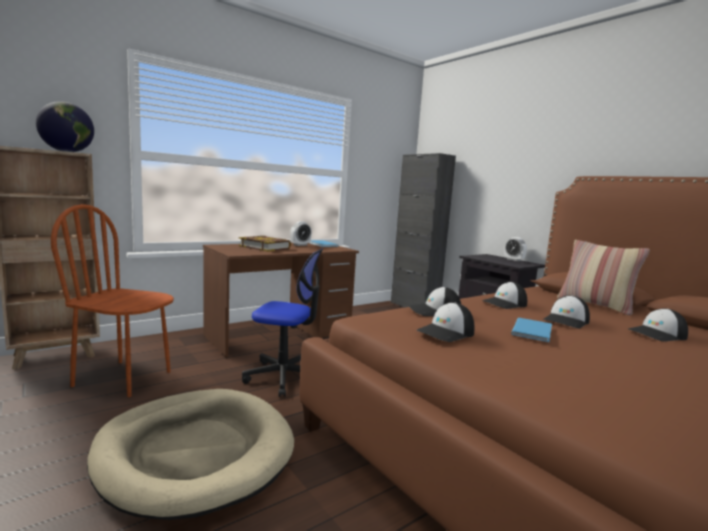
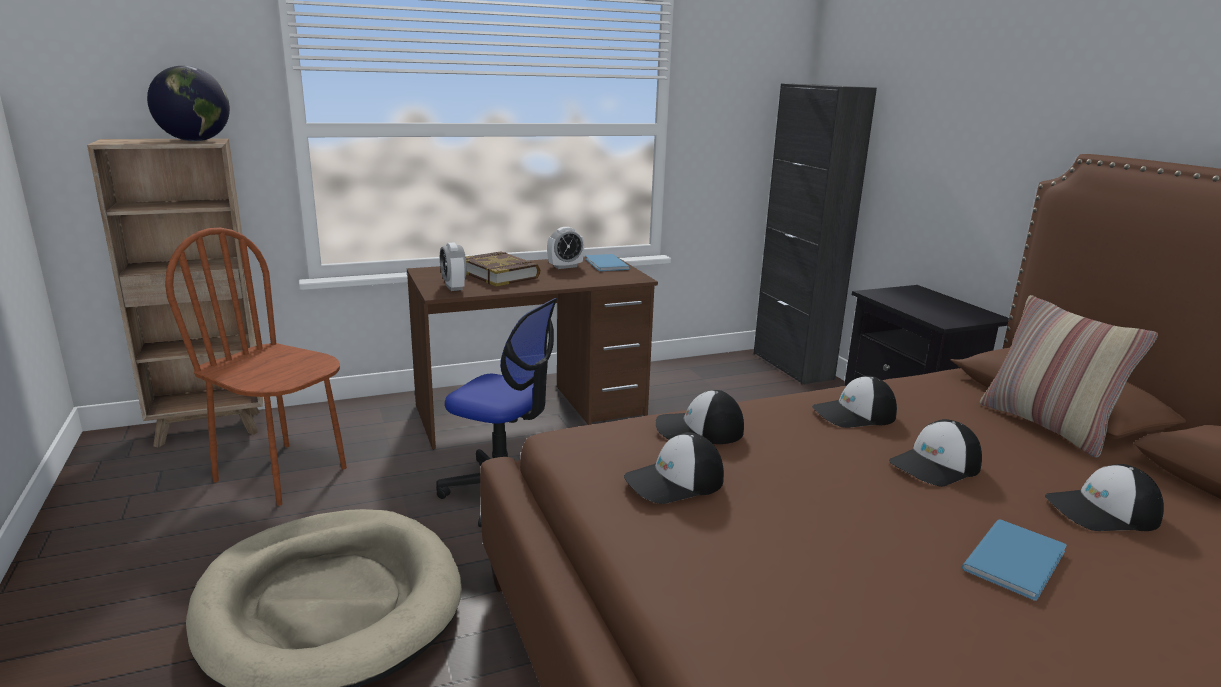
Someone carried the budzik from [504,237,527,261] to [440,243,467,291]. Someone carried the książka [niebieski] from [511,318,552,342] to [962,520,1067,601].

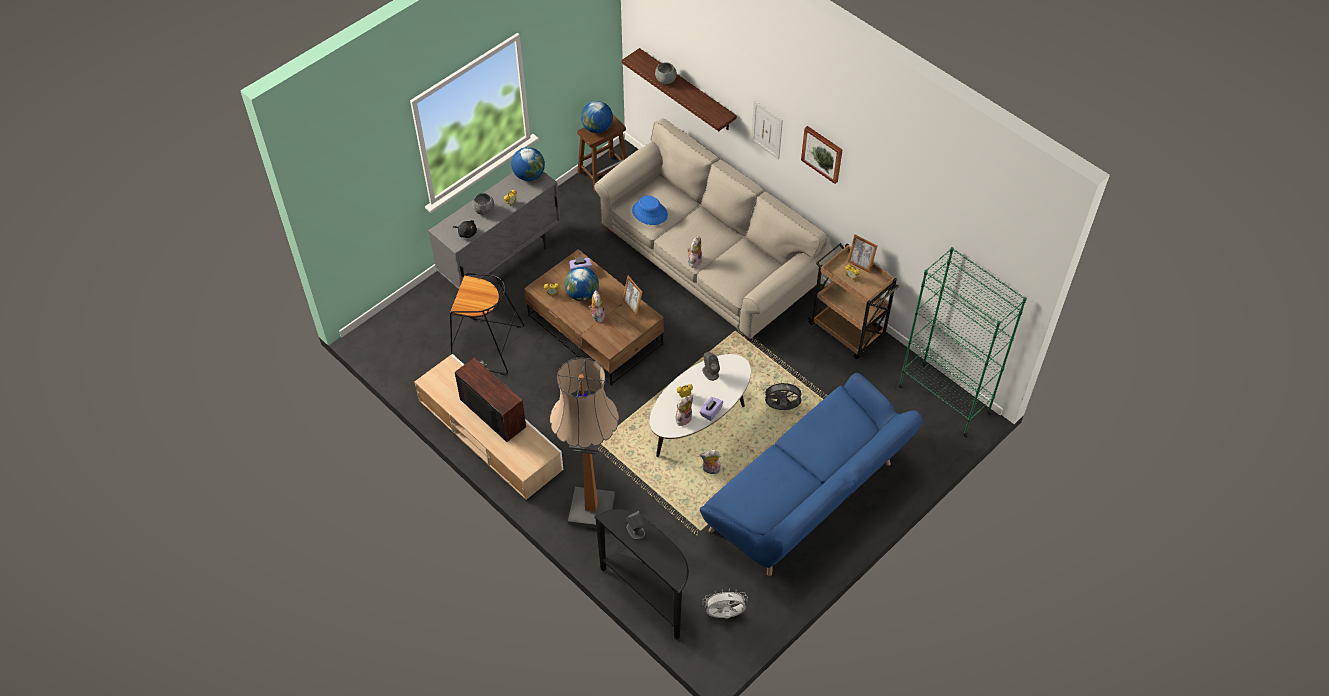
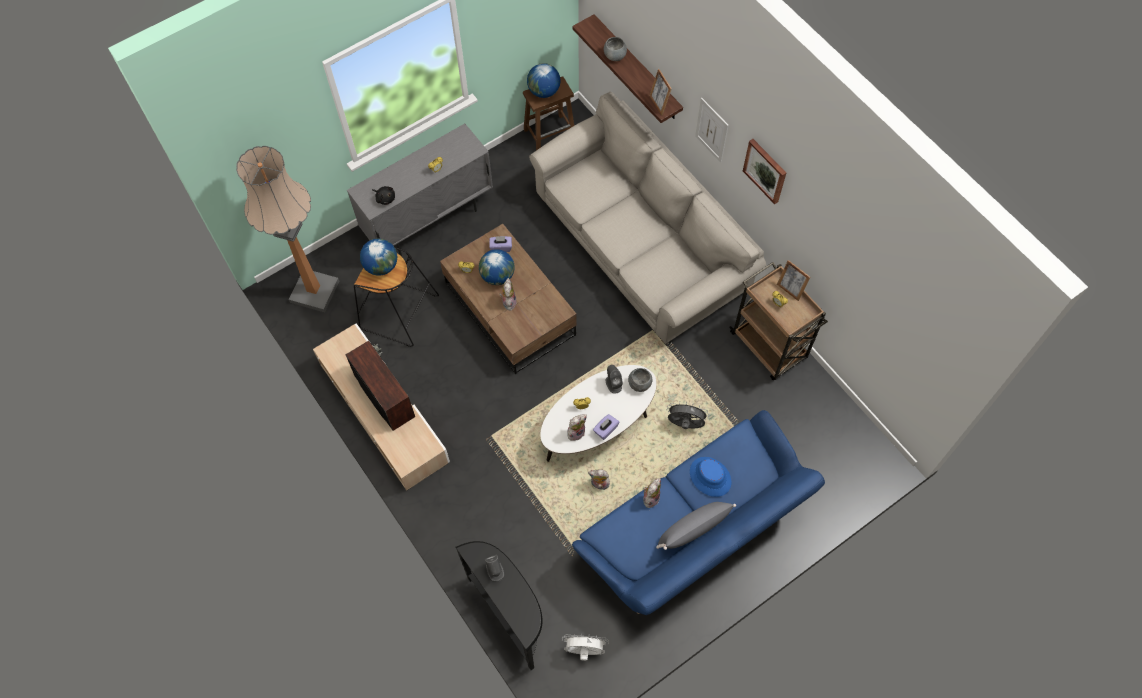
Someone carried the globus from [511,147,545,181] to [360,238,397,276]. Someone carried the miska [szary] from [472,193,494,215] to [628,368,653,392]. Someone carried the kapelusz [niebieski] from [632,196,668,225] to [690,457,731,497]. Someone carried the pluszak from [687,237,702,268] to [643,478,661,508]. Someone took away the regał [zielony] at [898,247,1027,437]. Someone carried the ramka na zdjęcie from [623,275,642,317] to [649,69,672,116]. Someone carried the lampa stojąca from [550,357,619,530] to [236,146,339,312]. Someone put down the poduszka [szary] at [656,502,736,550].

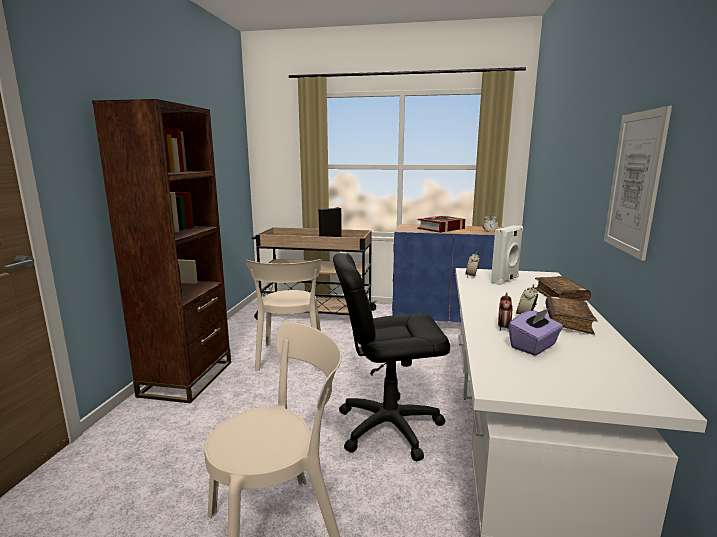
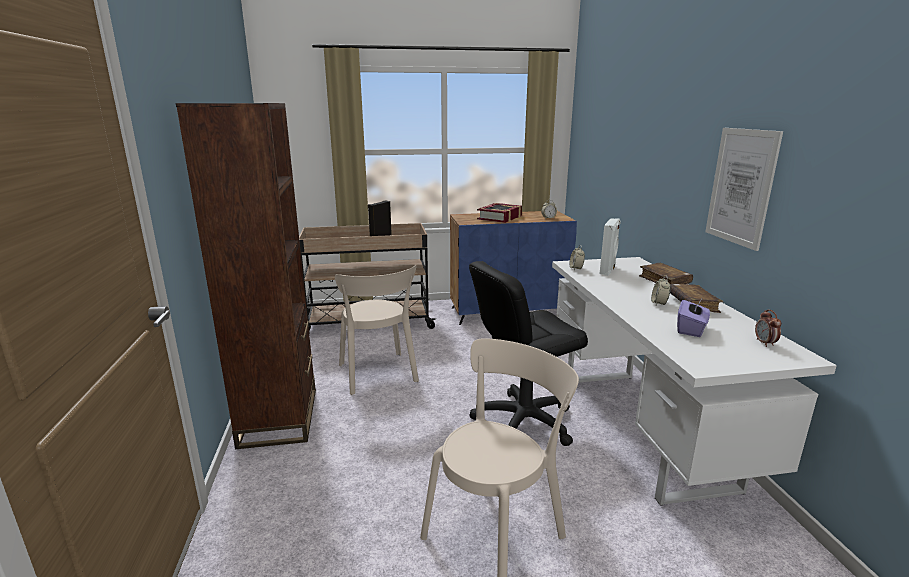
Someone carried the budzik from [498,292,512,331] to [755,309,781,347].

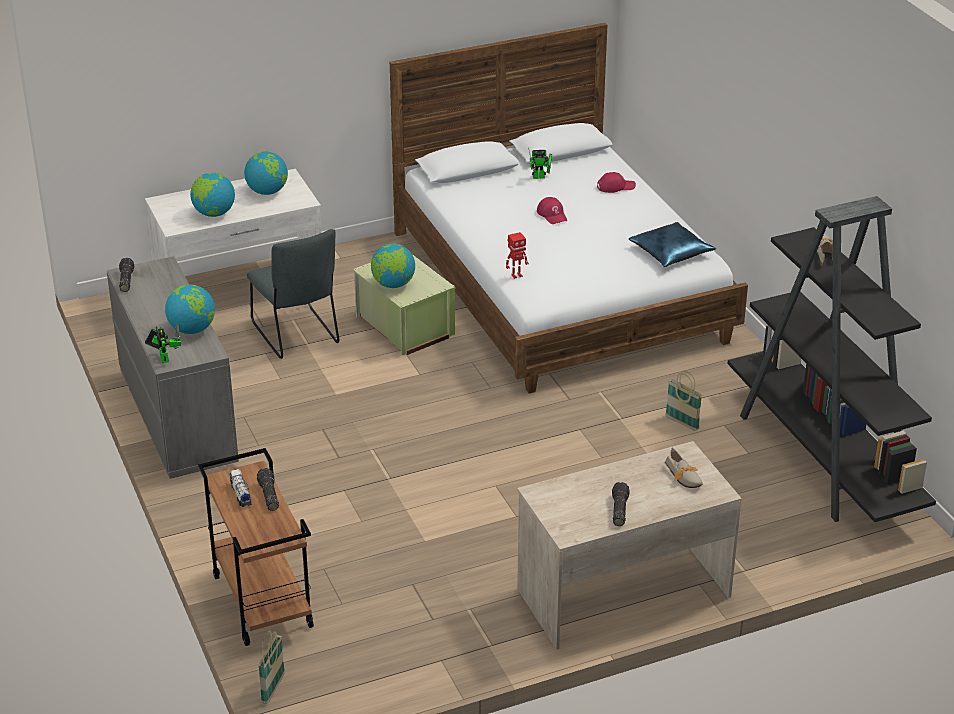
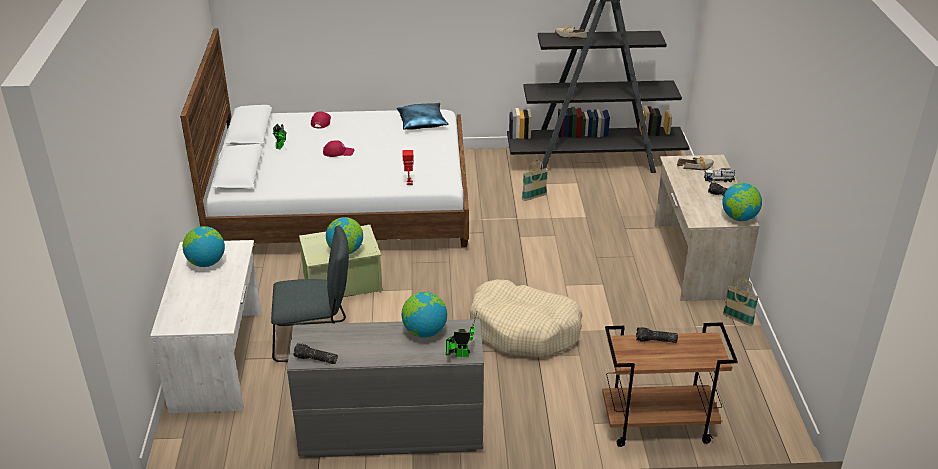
Someone carried the globus from [190,173,235,217] to [722,183,762,221]. Someone carried the ciężarówka zabawkowa from [229,469,252,507] to [704,168,735,182]. Someone carried the koszyk from [258,630,285,704] to [723,279,759,326]. Someone put down the legowisko [beżowy] at [470,280,583,358].

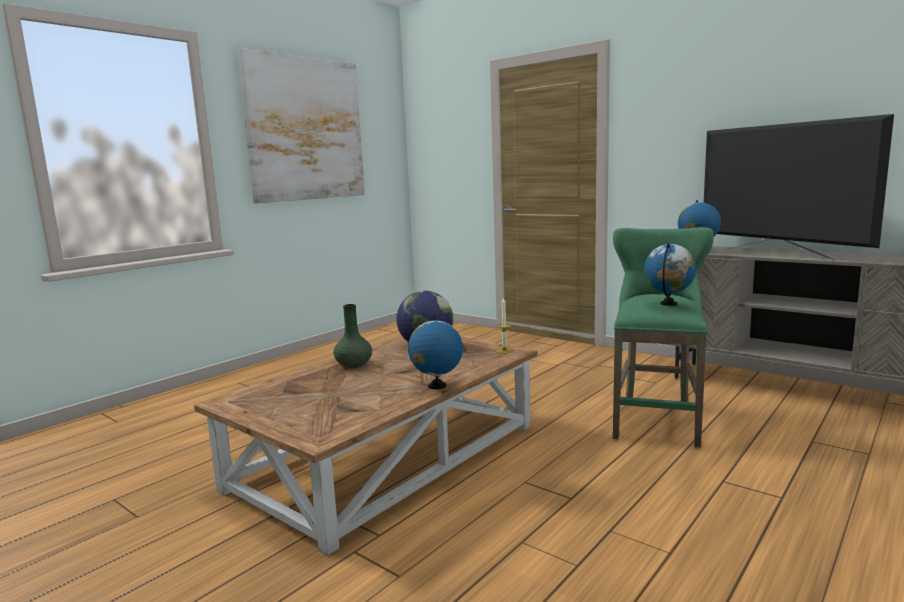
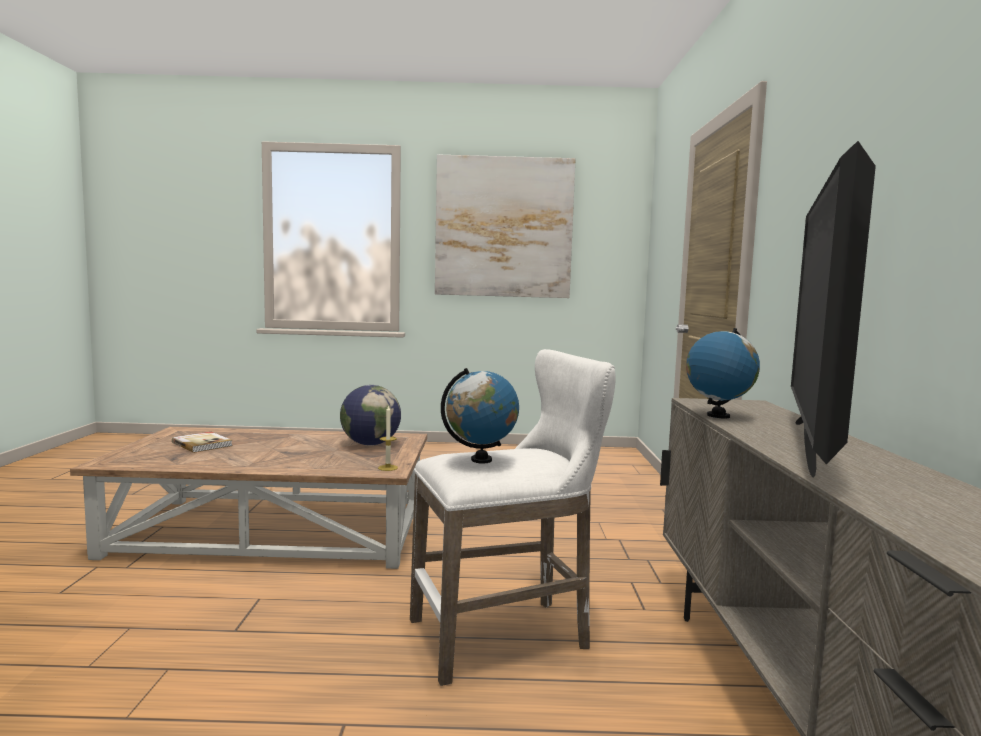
Someone repainted the stołek [zielony] at [613,227,714,448], which became the stołek [biały] at [410,349,616,686]. Someone took away the wazon [zielony] at [334,304,372,369]. Someone took away the globus at [408,316,463,389]. Someone put down the książka at [172,432,232,453].

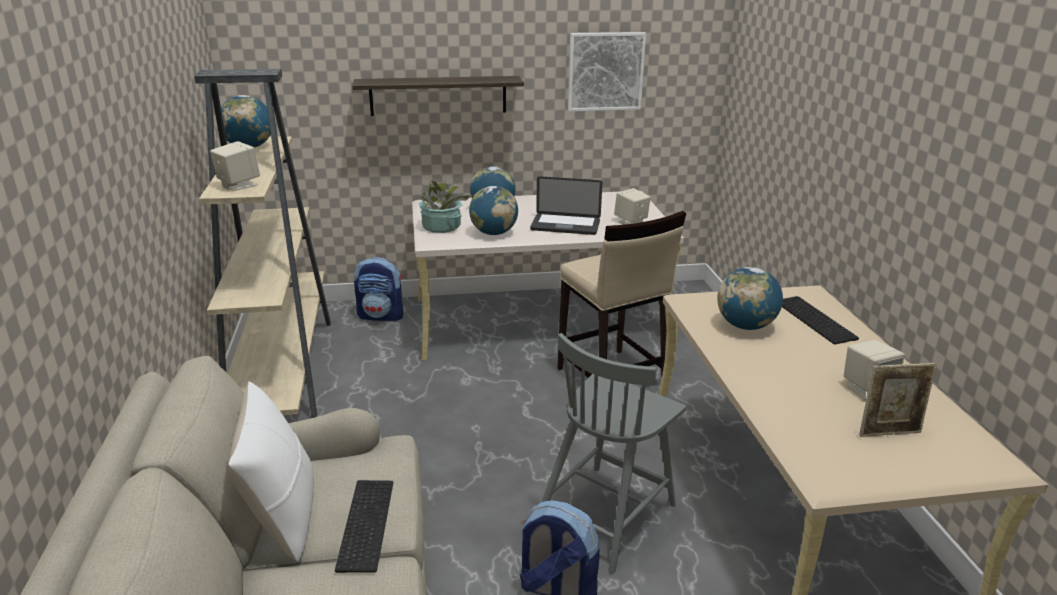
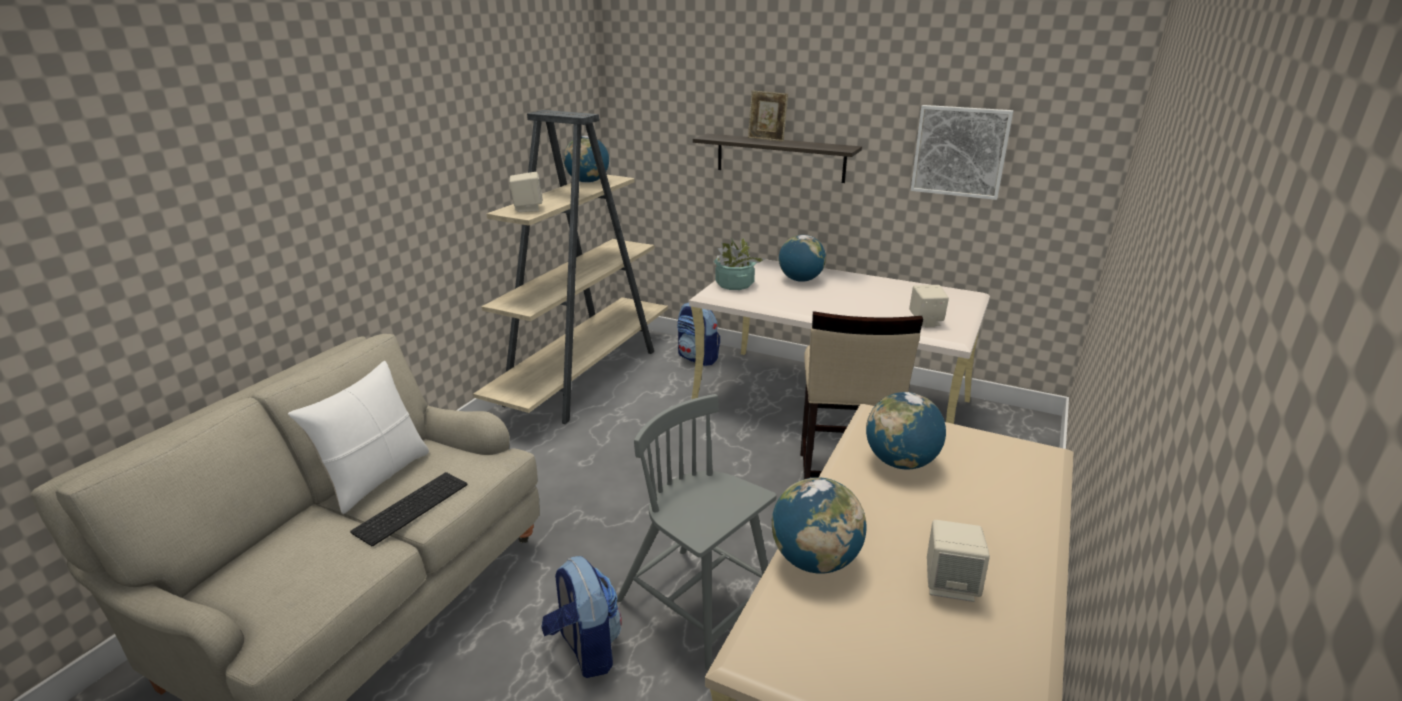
Someone took away the laptop at [530,176,602,235]. Someone carried the globus from [469,186,518,235] to [772,477,867,574]. Someone took away the klawiatura at [782,296,859,344]. Someone rotated the krzesło [szary] at [542,333,686,573] by 60 degrees clockwise. Someone carried the ramka na zdjęcie from [859,363,937,437] to [748,90,788,142].

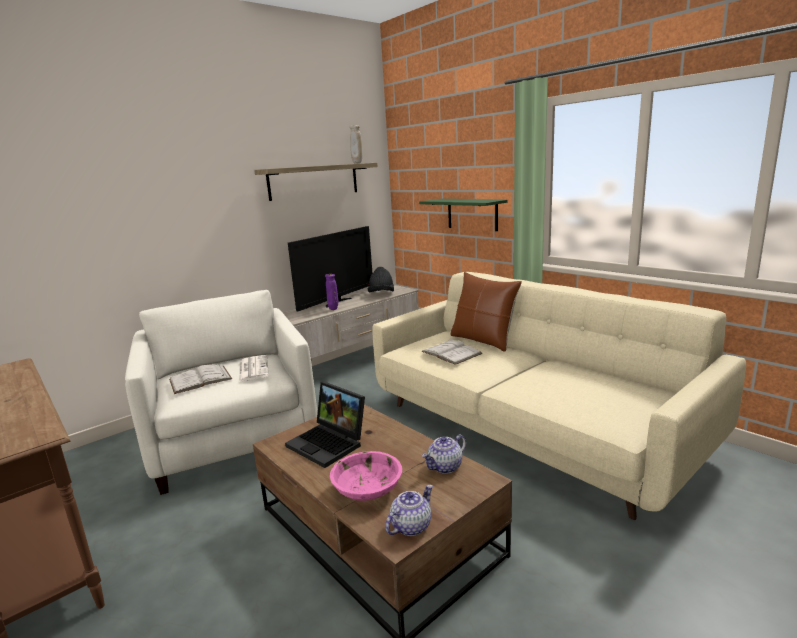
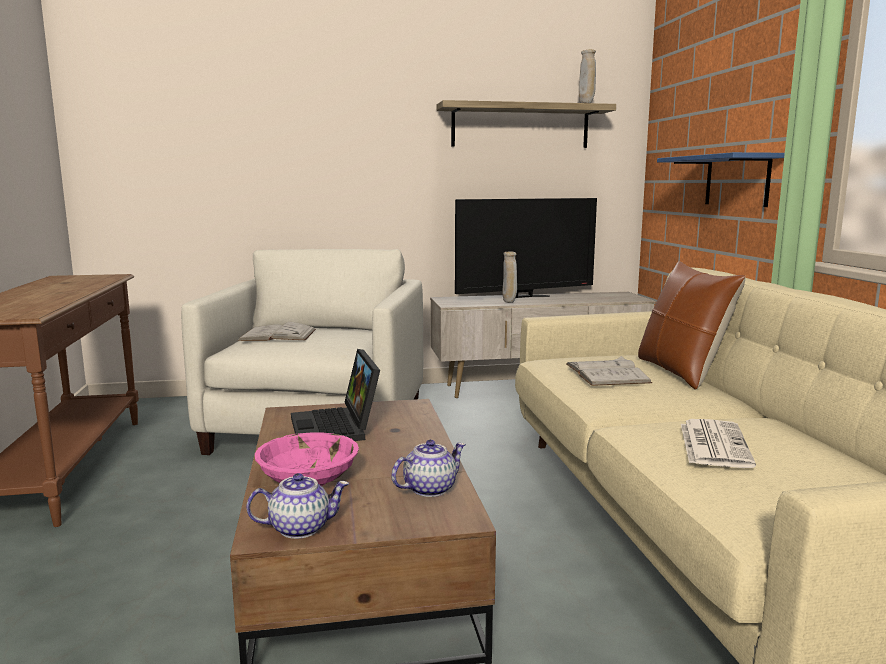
Someone repainted the półka [zielony] at [419,199,508,231], which became the półka [niebieski] at [657,152,785,207]. Someone took away the kapelusz [czarny] at [368,267,394,292]. Someone repainted the wazon [fioletowy] at [325,274,338,310], which became the wazon [beżowy] at [503,252,517,303]. Someone carried the gazeta from [239,355,269,382] to [681,419,756,468]. Someone rotated the imbryk at [422,434,466,474] by 150 degrees clockwise.

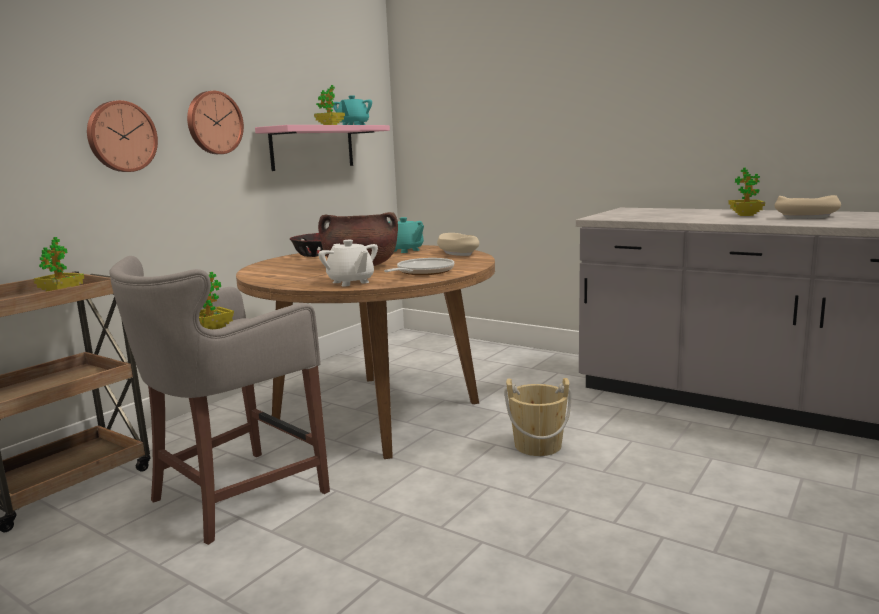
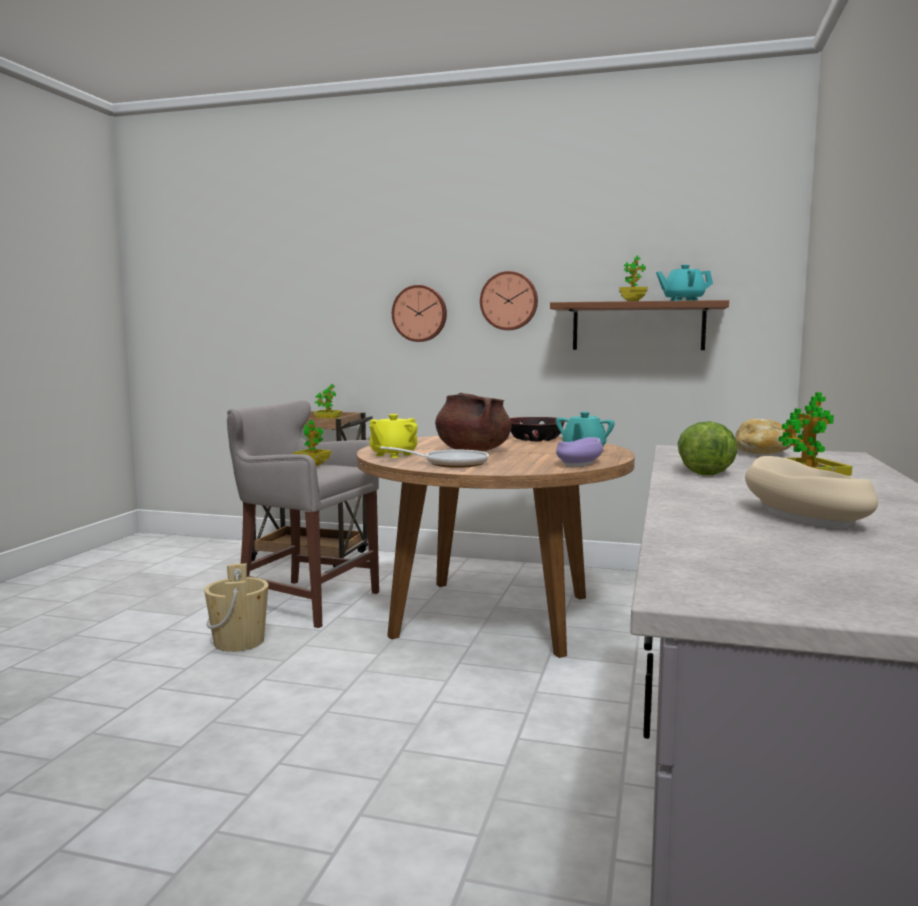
Someone repainted the półka [różowy] at [255,125,390,171], which became the półka [brązowy] at [550,300,729,350]. Someone repainted the miska [beżowy] at [437,233,479,256], which became the miska [fioletowy] at [556,437,603,467]. Someone repainted the imbryk [biały] at [318,240,378,286], which became the imbryk [żółty] at [369,414,418,458]. Someone carried the wiadro [beżowy] from [504,378,571,456] to [204,564,269,652]. Someone put down the chleb at [735,418,792,454]. Someone put down the sałata at [677,421,738,475].

